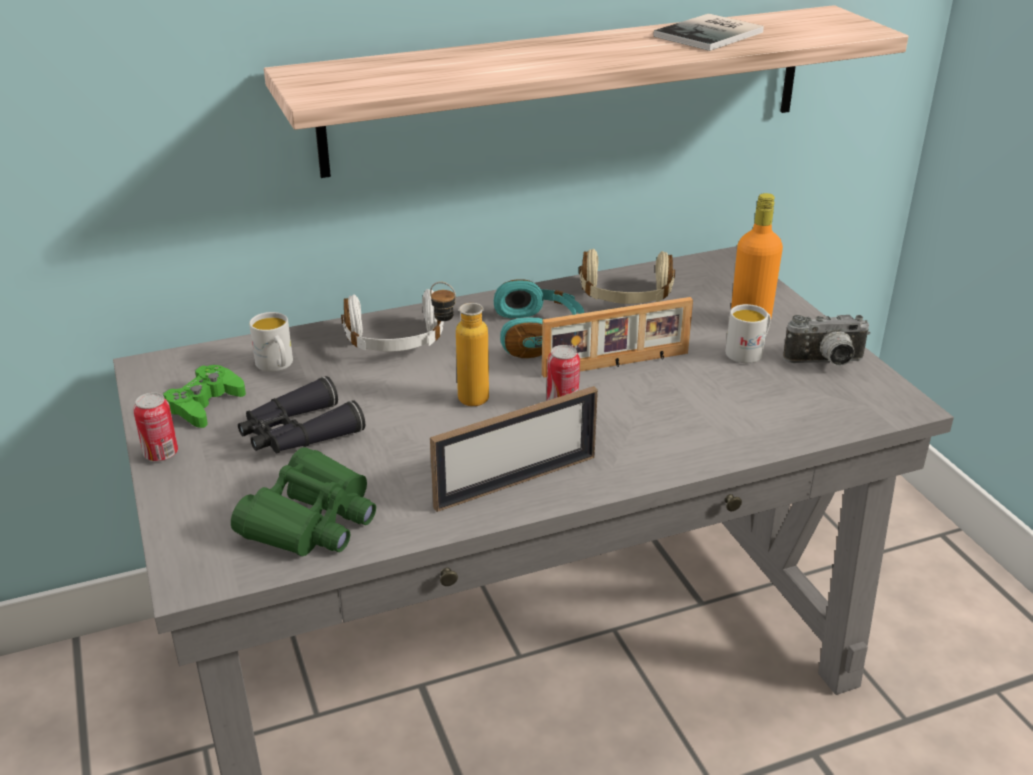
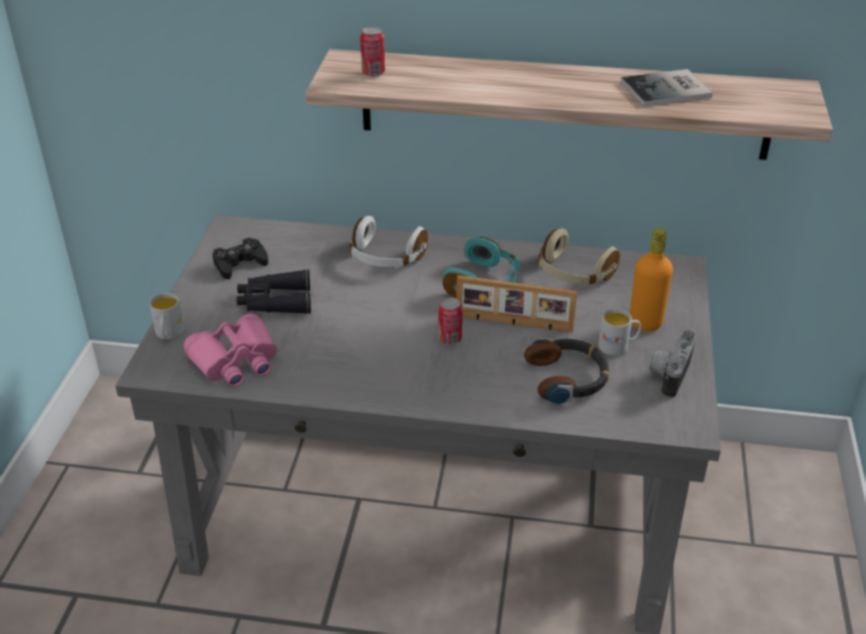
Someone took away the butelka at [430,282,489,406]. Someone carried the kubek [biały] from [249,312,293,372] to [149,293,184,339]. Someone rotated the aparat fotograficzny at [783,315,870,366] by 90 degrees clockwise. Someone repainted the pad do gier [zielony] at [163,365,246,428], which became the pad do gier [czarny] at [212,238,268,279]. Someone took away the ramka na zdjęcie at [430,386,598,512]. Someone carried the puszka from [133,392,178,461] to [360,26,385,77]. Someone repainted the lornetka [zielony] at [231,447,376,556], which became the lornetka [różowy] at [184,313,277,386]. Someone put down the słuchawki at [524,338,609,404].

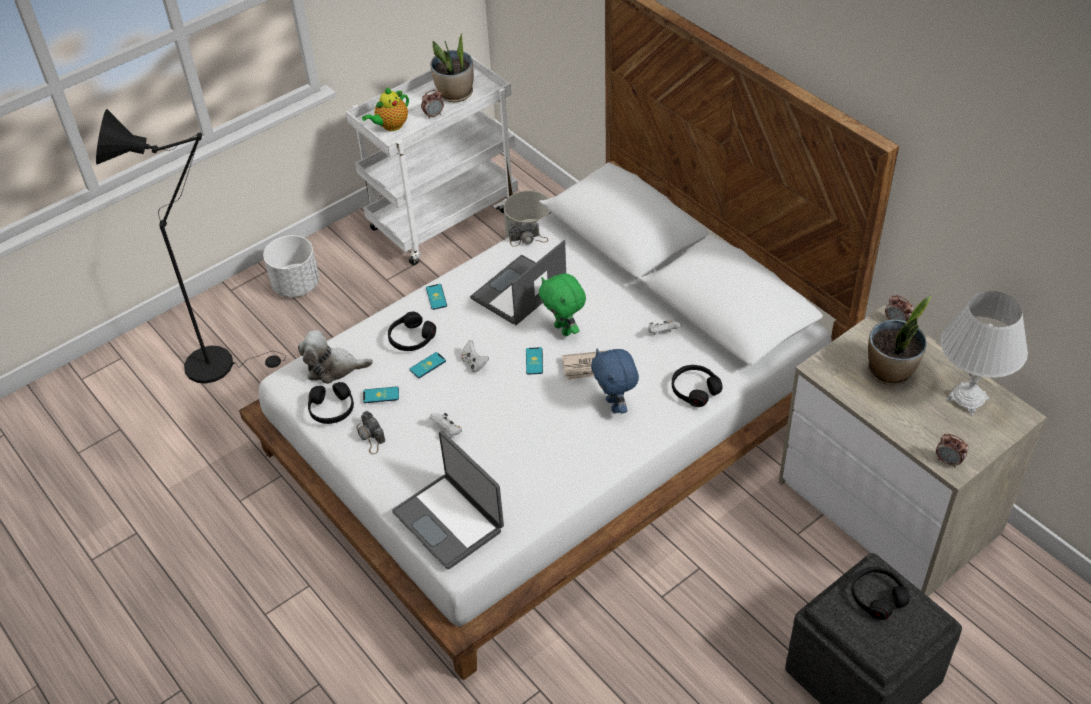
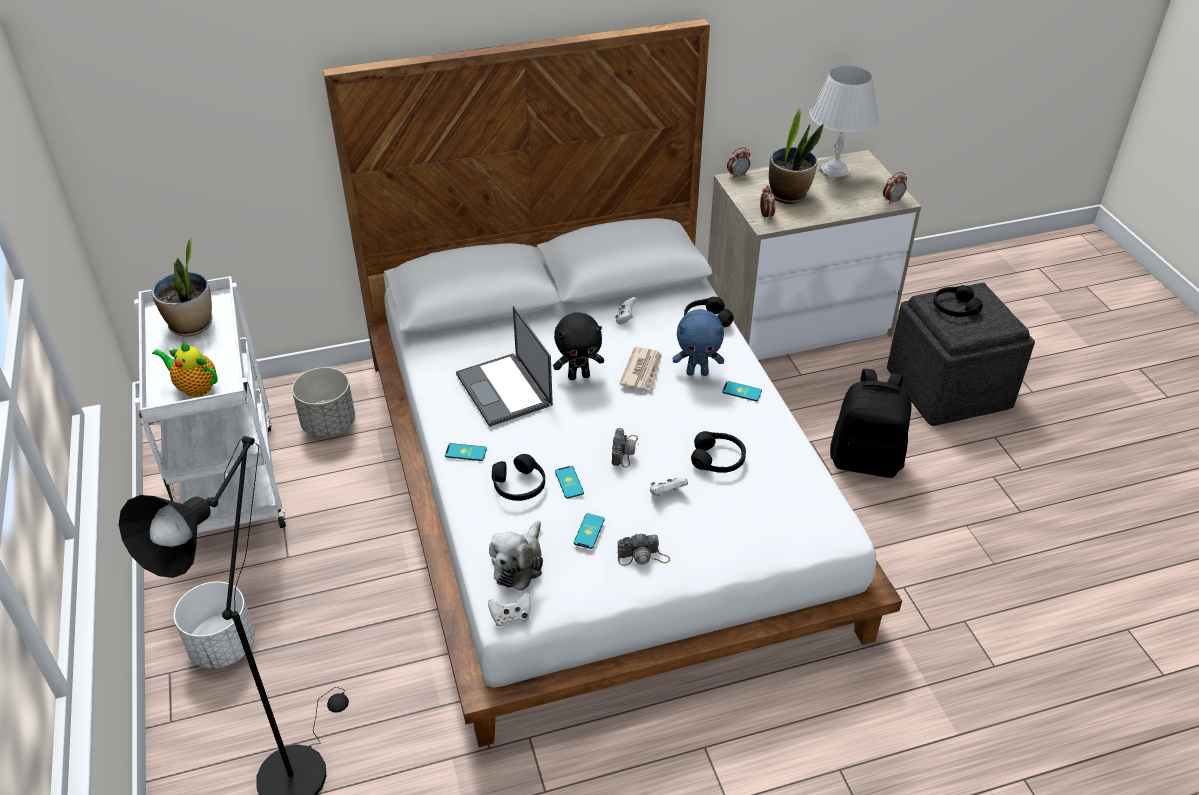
Someone rotated the imbryk at [362,87,409,131] by 135 degrees clockwise. Someone carried the budzik from [421,90,444,119] to [760,185,775,220]. Someone carried the aparat fotograficzny from [509,221,548,247] to [612,428,638,468]. Someone repainted the pluszak [zielony] at [539,273,586,336], which became the pluszak [czarny] at [553,313,604,380]. Someone carried the pad do gier [biały] from [461,340,489,372] to [488,592,530,627]. Someone carried the telefon from [526,347,543,375] to [722,381,762,401]. Someone carried the słuchawki [czarny] from [308,382,354,424] to [691,431,746,473]. Someone took away the laptop at [392,431,504,569]. Someone put down the plecak [czarny] at [830,369,912,478].

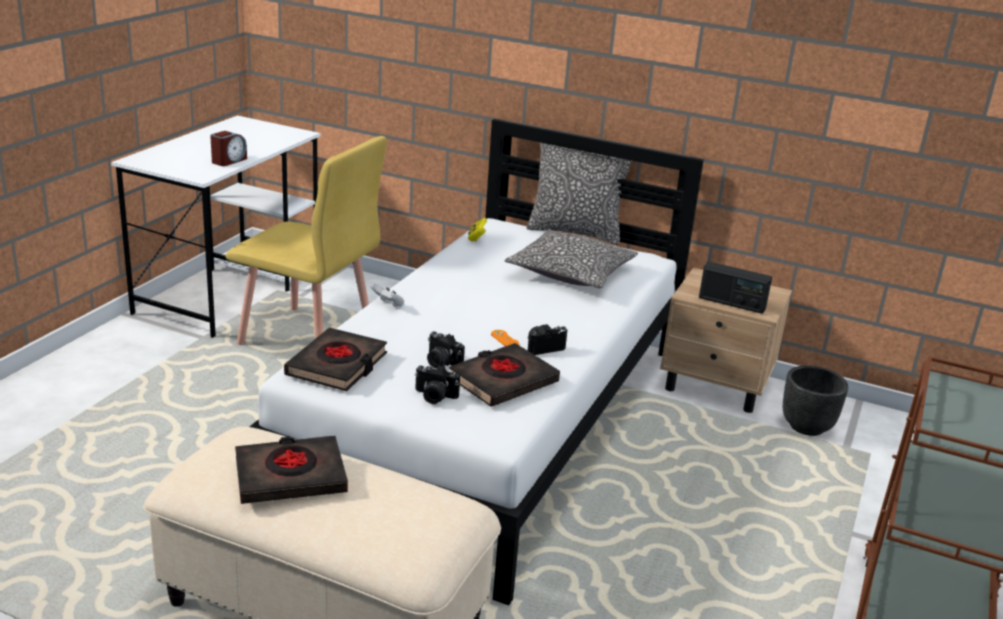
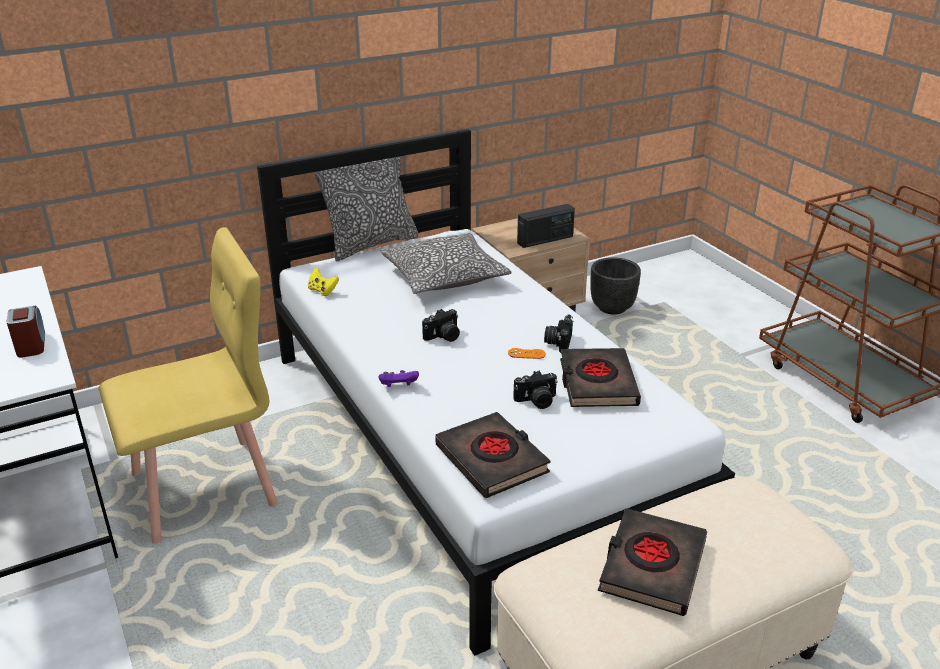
Someone repainted the pad do gier [biały] at [370,283,404,307], which became the pad do gier [fioletowy] at [379,370,419,387]. Someone carried the aparat fotograficzny from [415,365,460,404] to [422,309,460,342].

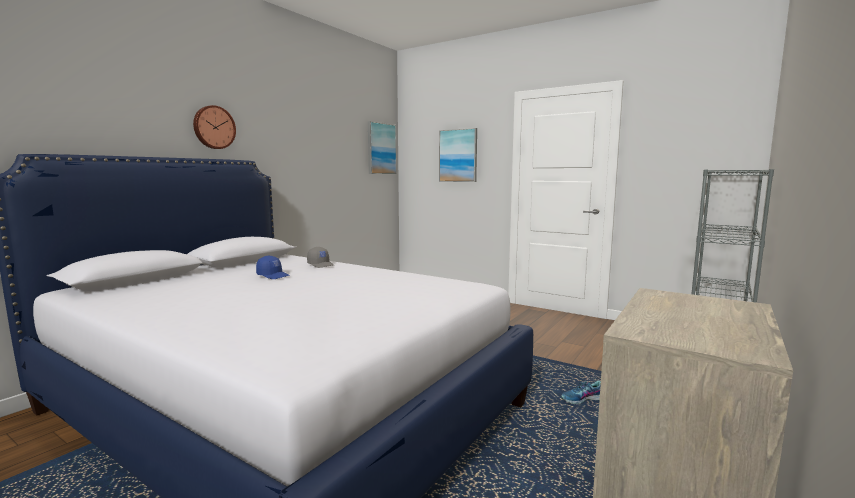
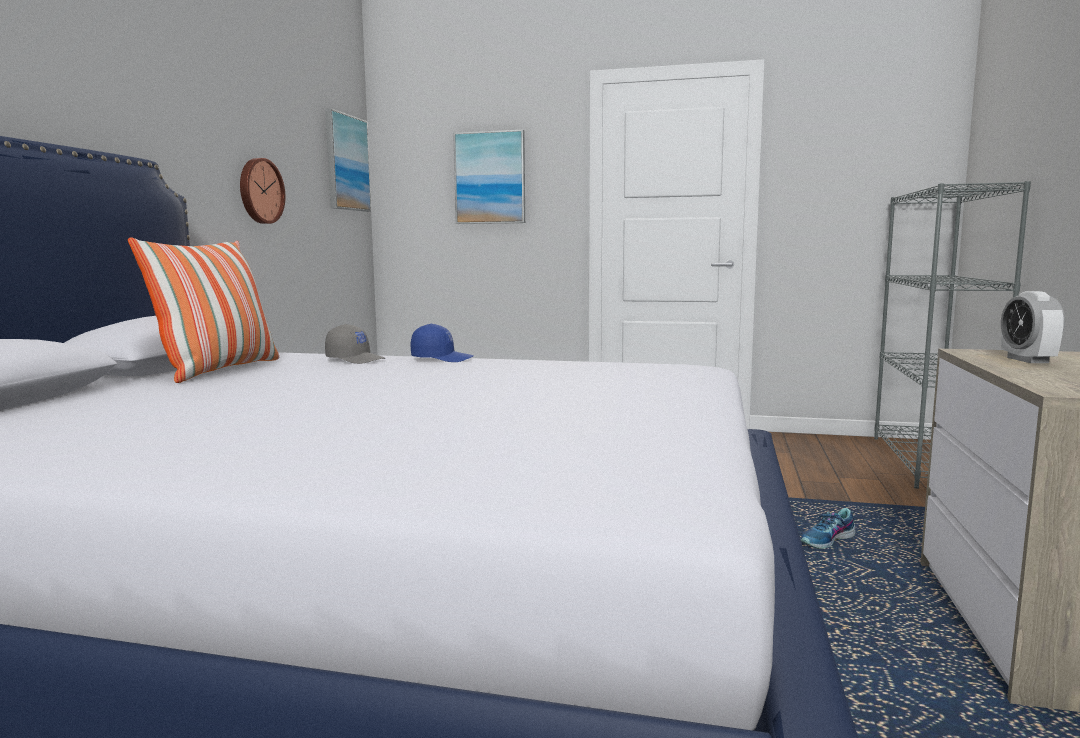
Someone carried the zegar ścienny from [193,105,236,149] to [240,158,286,224]. Someone carried the czapka z daszkiem [niebieski] from [256,255,290,279] to [411,323,473,362]. Someone put down the poduszka at [128,237,279,383]. Someone put down the budzik at [1001,291,1065,363].

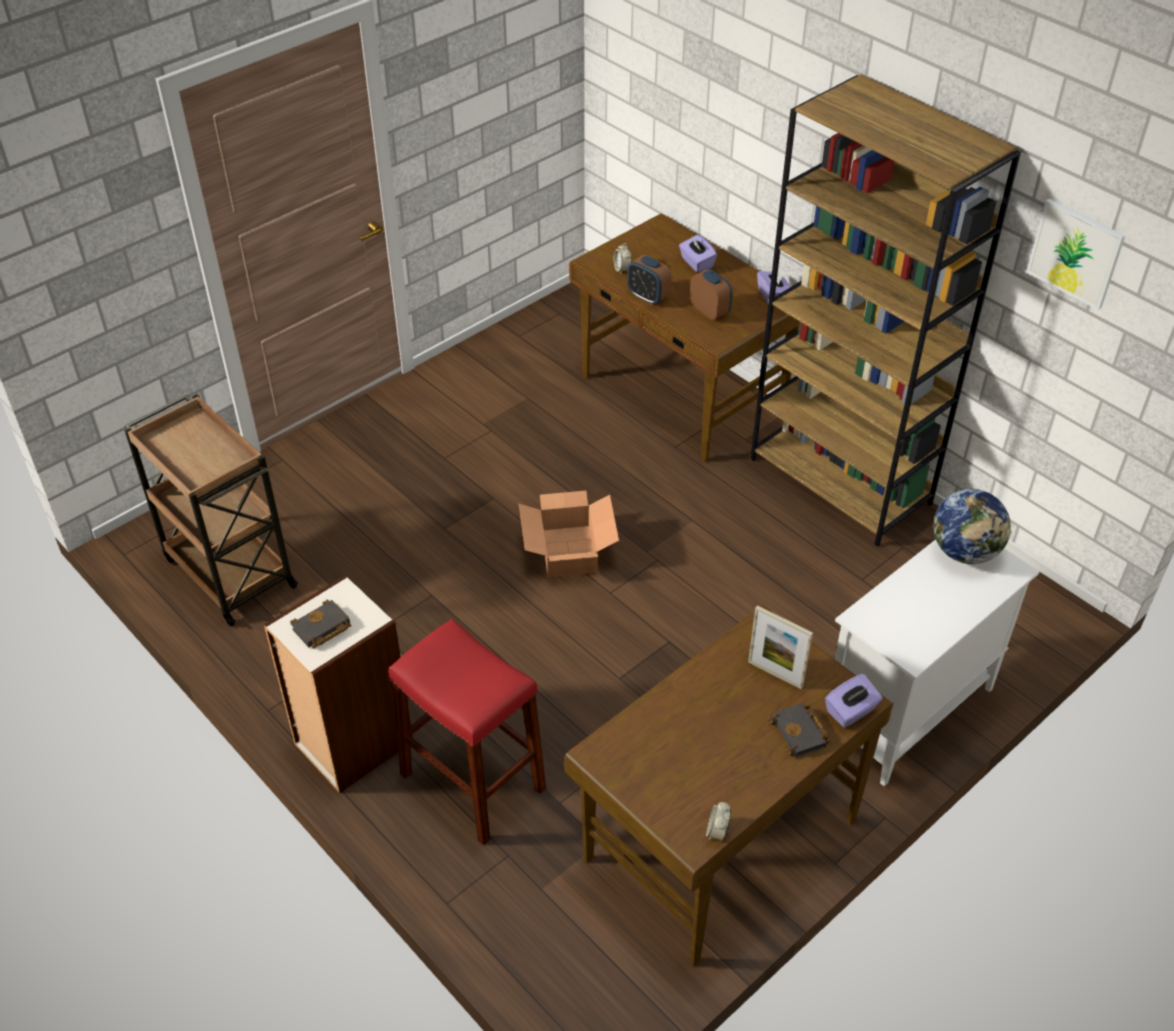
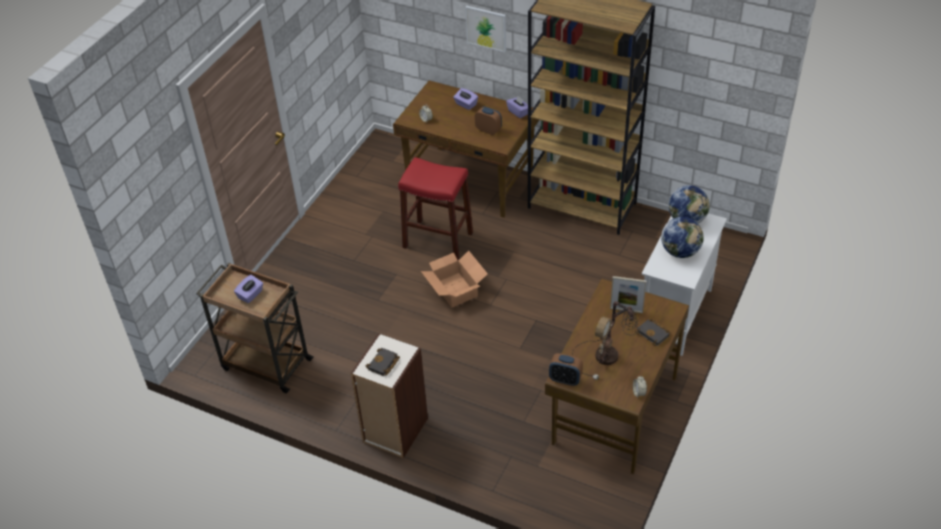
Someone carried the obraz from [1026,199,1125,310] to [465,6,506,52]. Someone carried the budzik from [627,255,672,305] to [549,353,583,386]. Someone carried the stołek [czerwony] from [388,619,546,845] to [398,157,473,260]. Someone carried the pudełko chusteczek [fioletowy] from [825,674,883,728] to [234,275,263,303]. Someone put down the globus at [661,217,704,258]. Someone put down the lampa stołowa at [572,301,638,380].

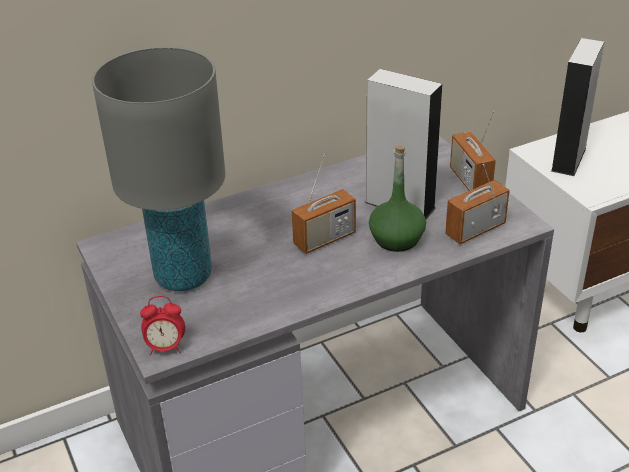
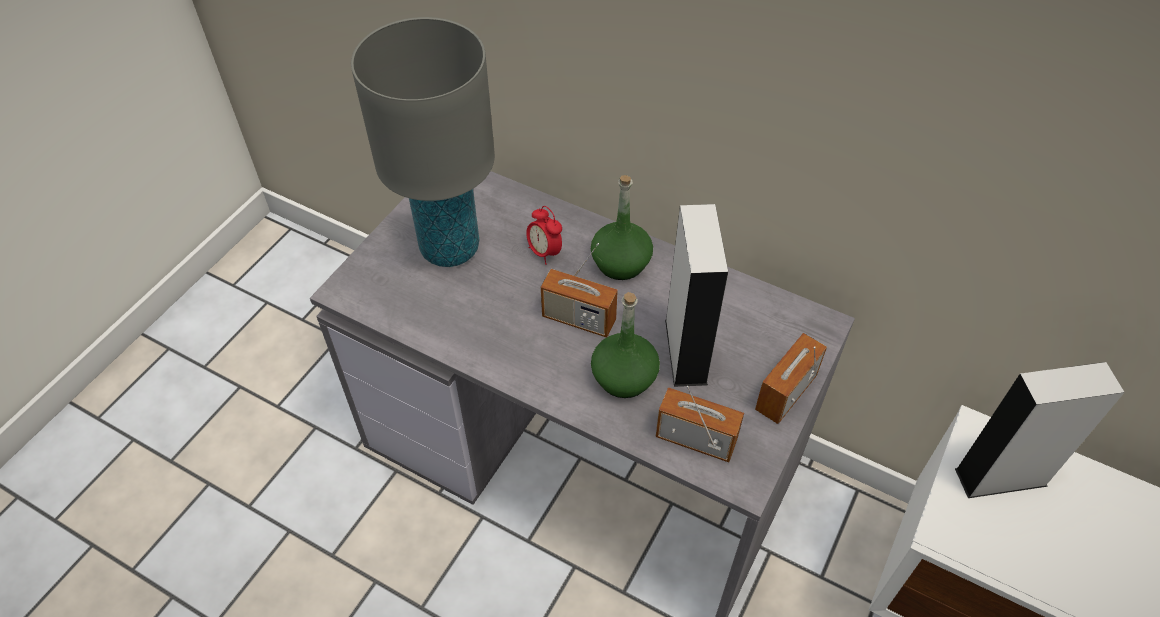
Someone carried the budzik from [140,296,185,355] to [526,206,562,265]. Someone put down the butelka [zielony] at [591,175,653,280].

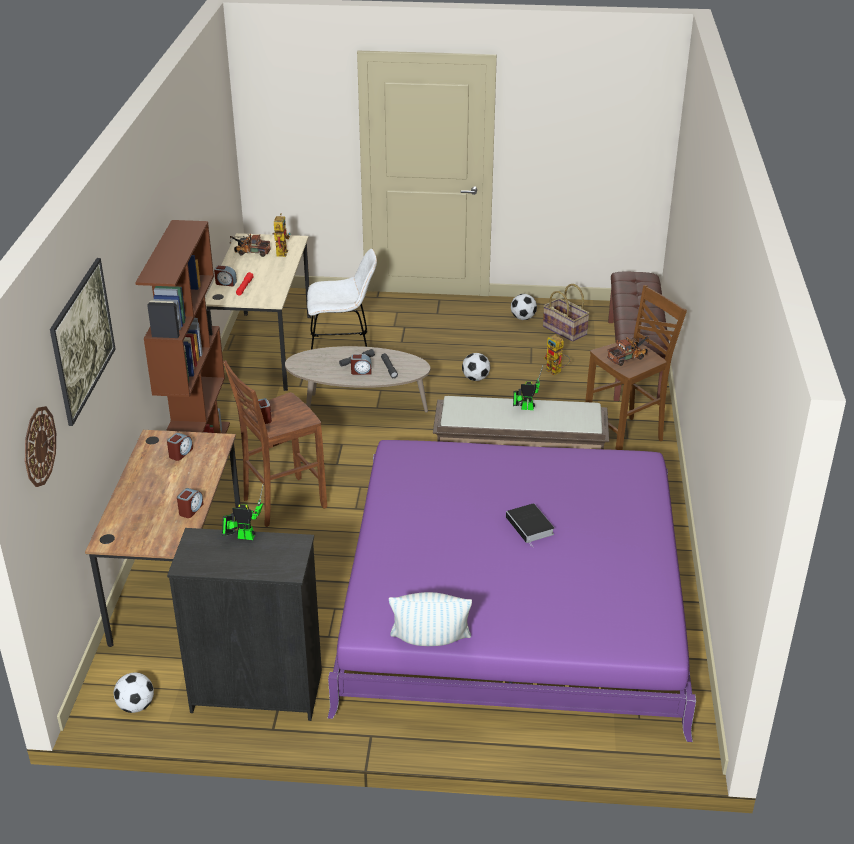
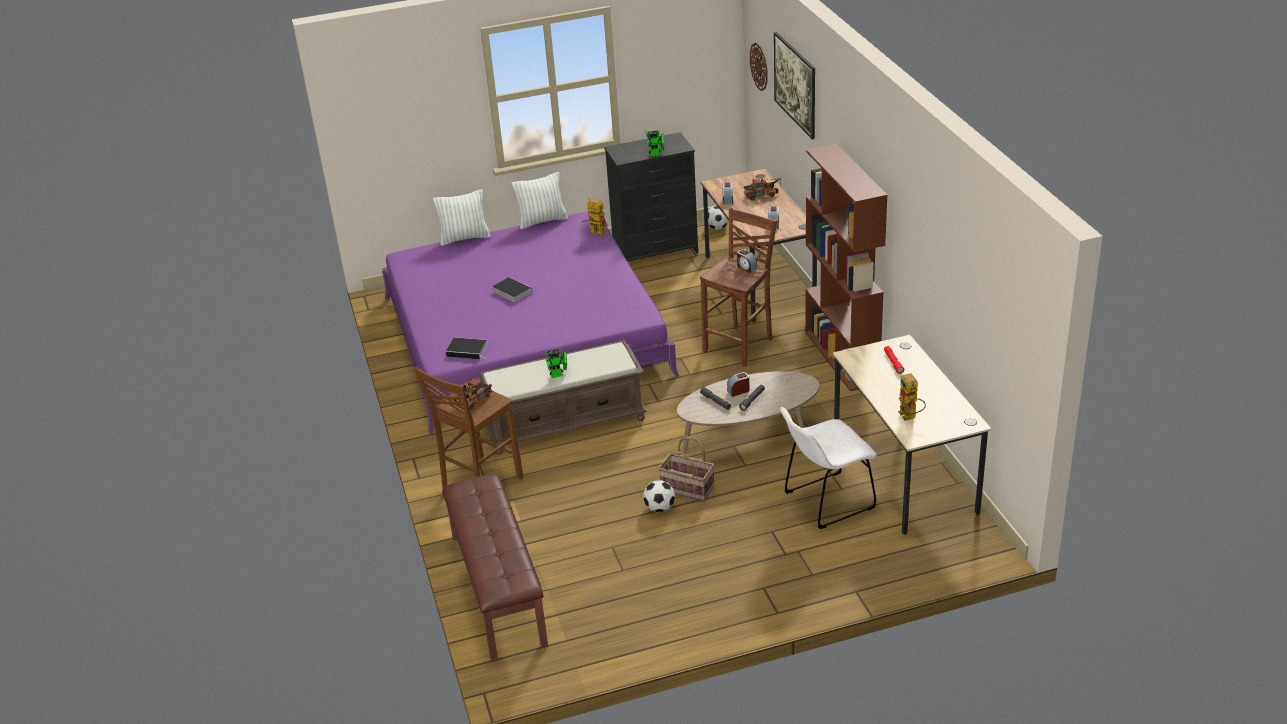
Someone carried the ciężarówka zabawkowa from [230,234,271,257] to [744,178,782,200]. Someone took away the budzik at [214,265,237,287]. Someone carried the koszyk from [543,284,590,342] to [658,437,714,501]. Someone took away the piłka futbolowa at [511,294,537,320]. Someone carried the robot zabawkowy from [544,334,571,375] to [581,198,608,235]. Someone put down the poduszka at [433,190,491,246]. Someone put down the książka at [446,338,487,359].

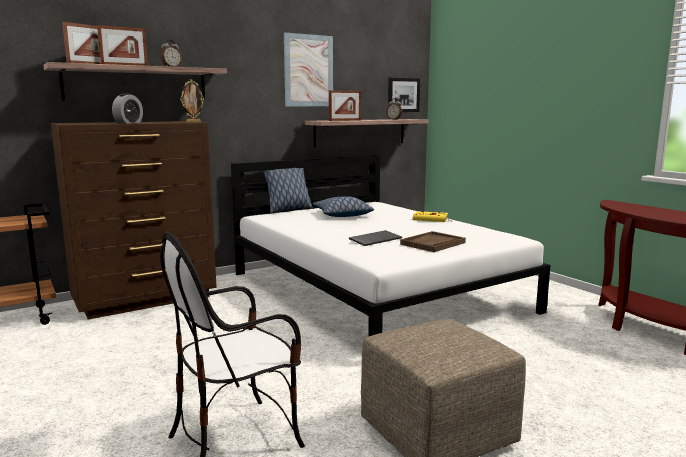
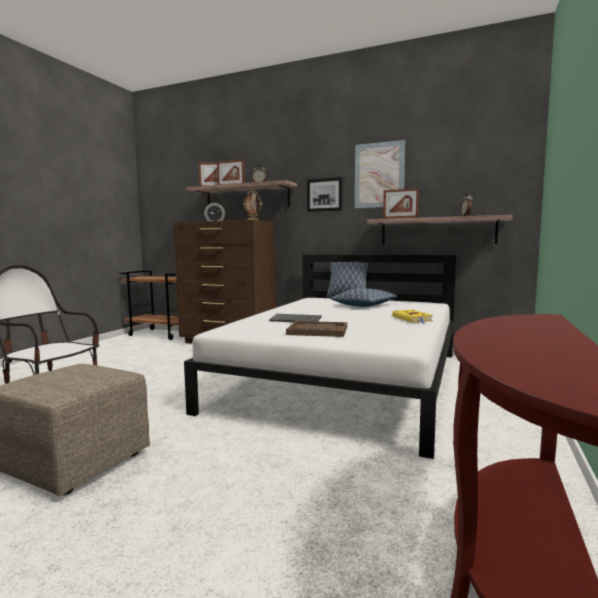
Someone carried the obraz from [388,77,420,112] to [307,177,343,212].

